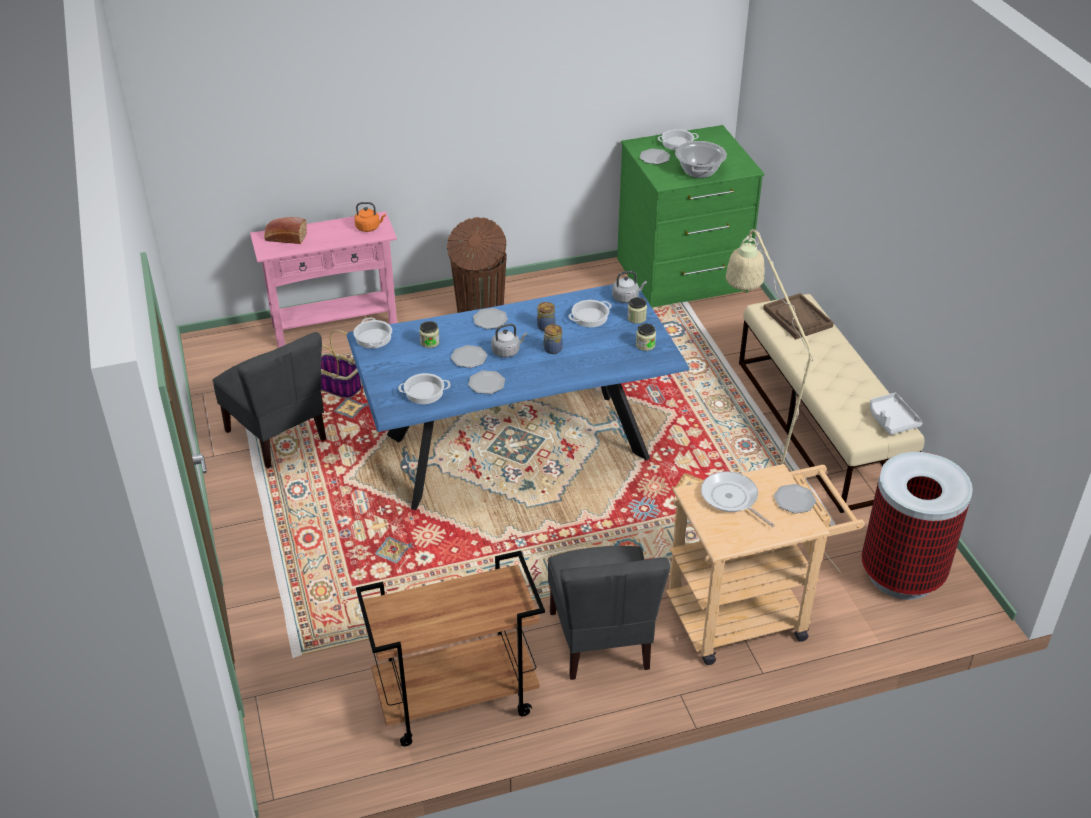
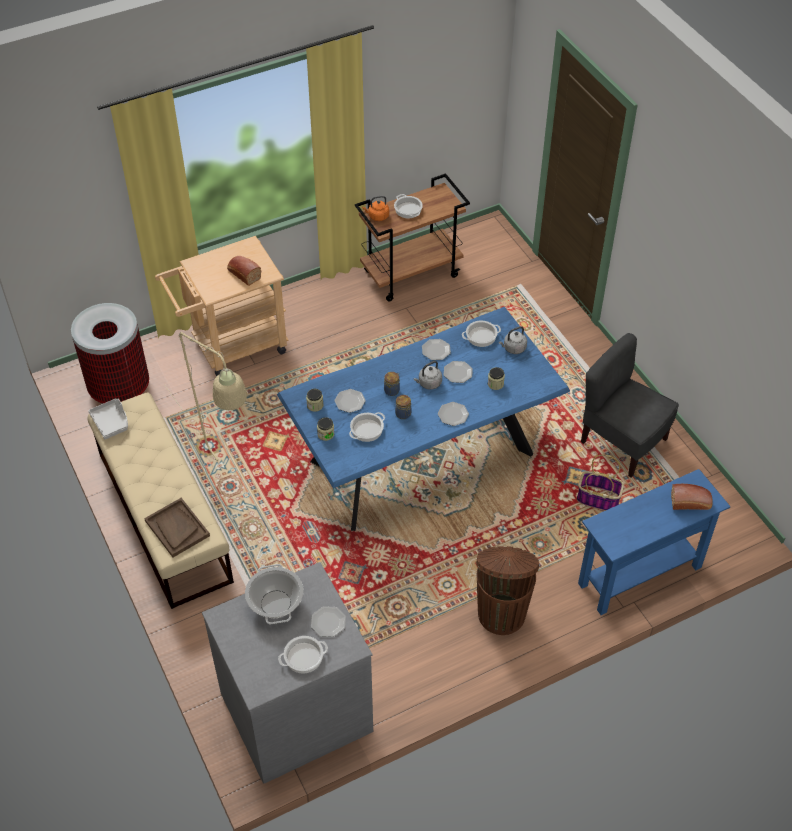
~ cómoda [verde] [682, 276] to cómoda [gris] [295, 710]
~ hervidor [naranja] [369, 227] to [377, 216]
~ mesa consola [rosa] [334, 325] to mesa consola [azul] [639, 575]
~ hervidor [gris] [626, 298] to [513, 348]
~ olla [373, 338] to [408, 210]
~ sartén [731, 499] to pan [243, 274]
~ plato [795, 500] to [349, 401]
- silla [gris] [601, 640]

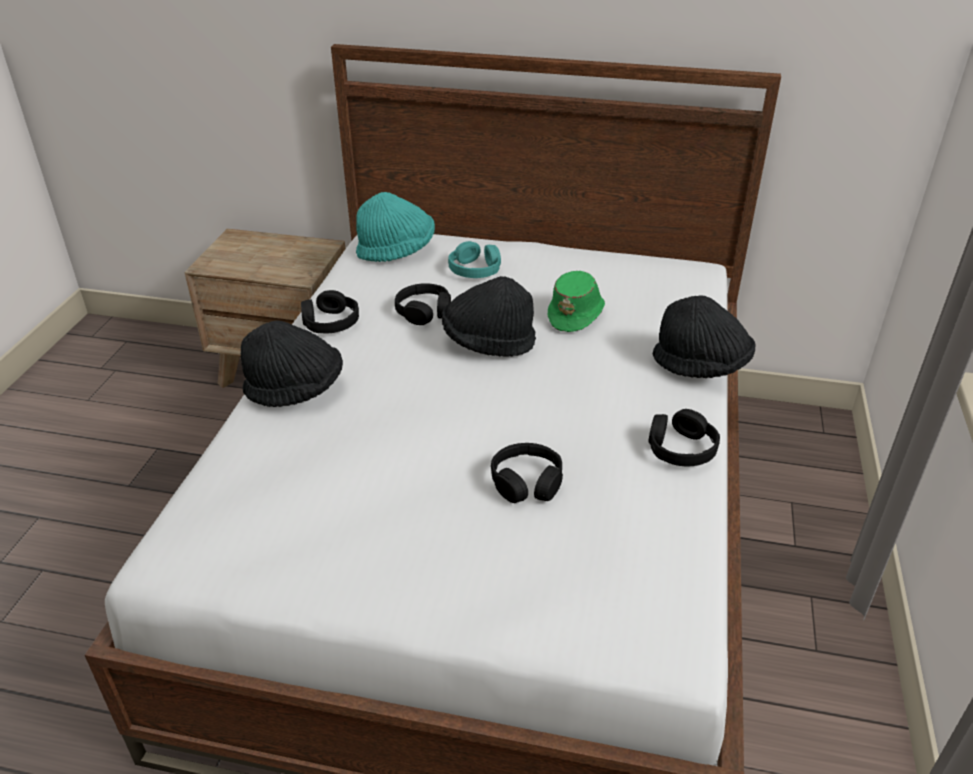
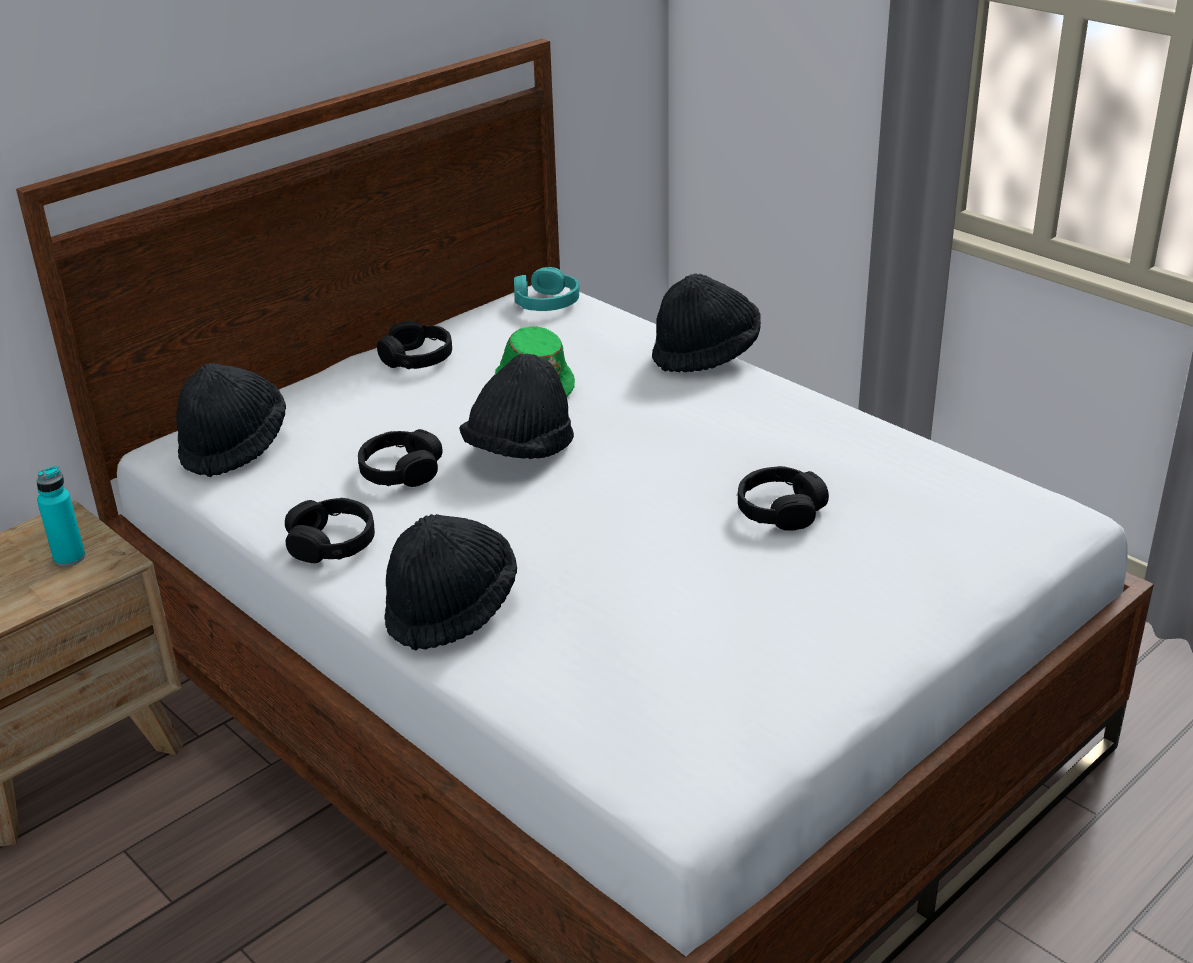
~ sombrero [turquesa] [396, 251] to sombrero [negro] [234, 446]
~ auriculares [turquesa] [475, 269] to [546, 302]
~ auriculares [negro] [680, 448] to [417, 358]
+ botella [turquesa] [69, 558]

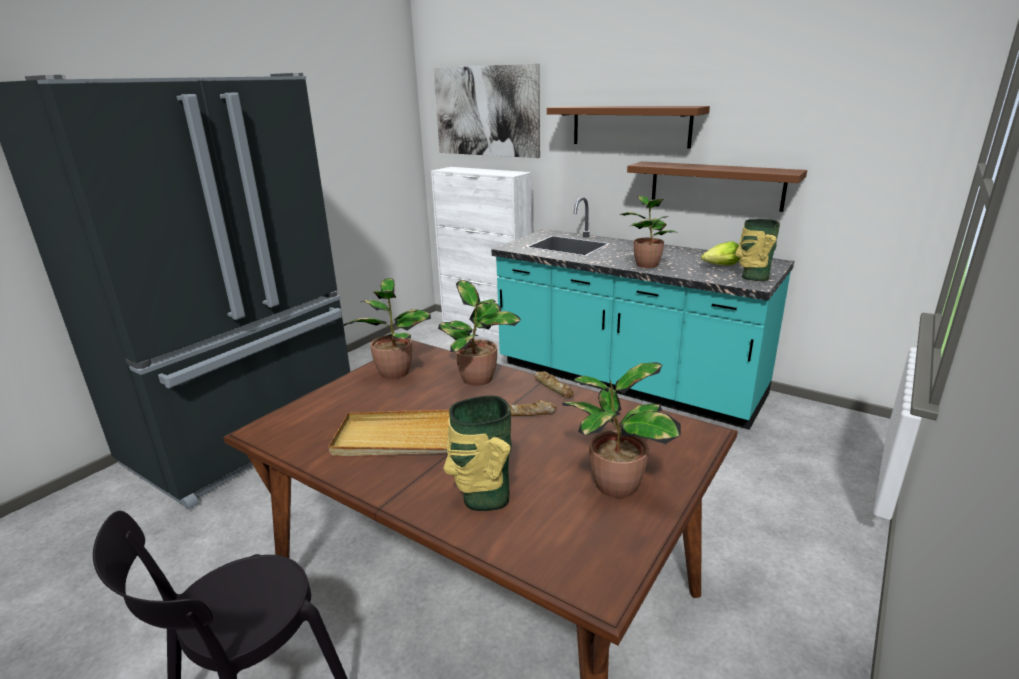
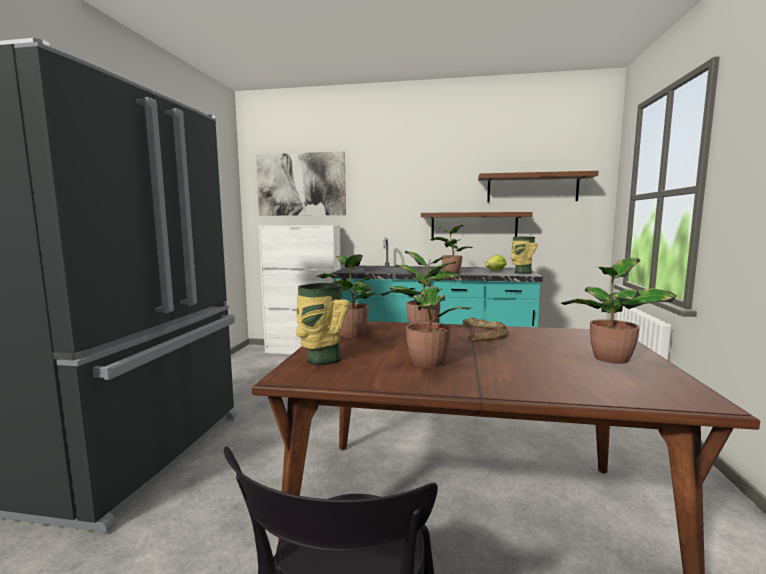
~ estante [marrón] [630, 126] to [532, 188]
~ florero [483, 498] to [321, 360]
~ bandeja [beis] [403, 438] to planta en maceta [425, 361]

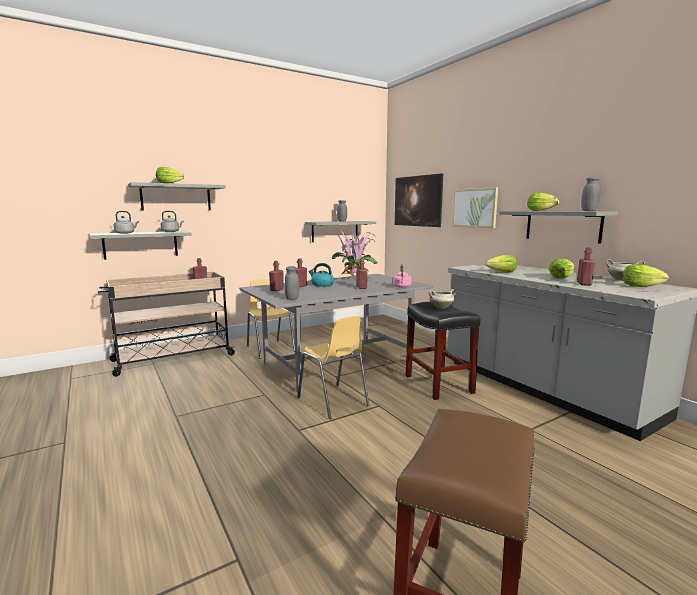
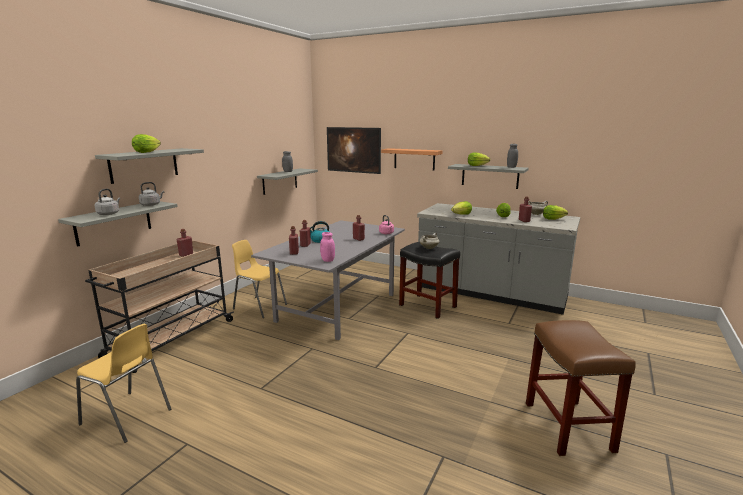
~ cuadro [474, 208] to estante [414, 159]
- planta en maceta [354, 279]
~ tarro [gris] [292, 299] to tarro [rosa] [328, 260]
~ silla [amarillo] [333, 402] to [127, 417]

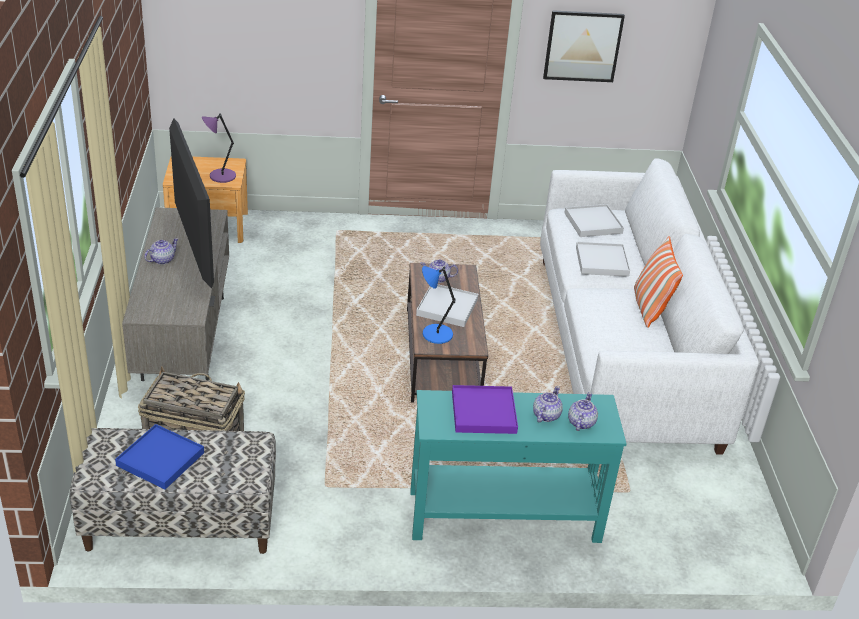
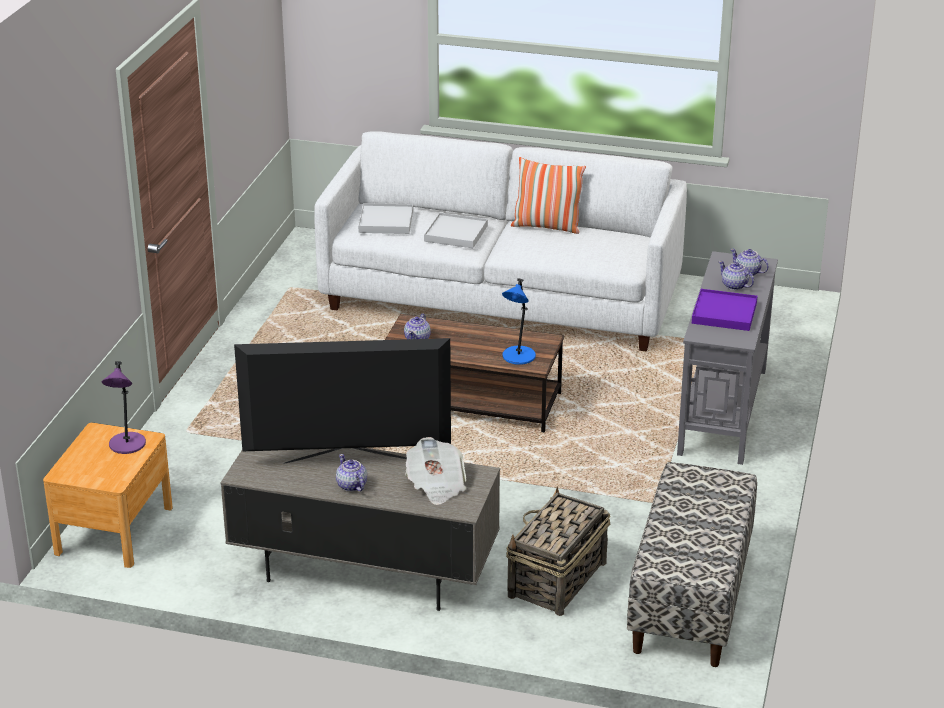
- cuadro [582, 46]
- bandeja [blanco] [447, 307]
~ mesa consola [turquesa] [503, 516] to mesa consola [gris] [722, 411]
- bandeja [azul] [160, 459]
+ periódico [436, 485]

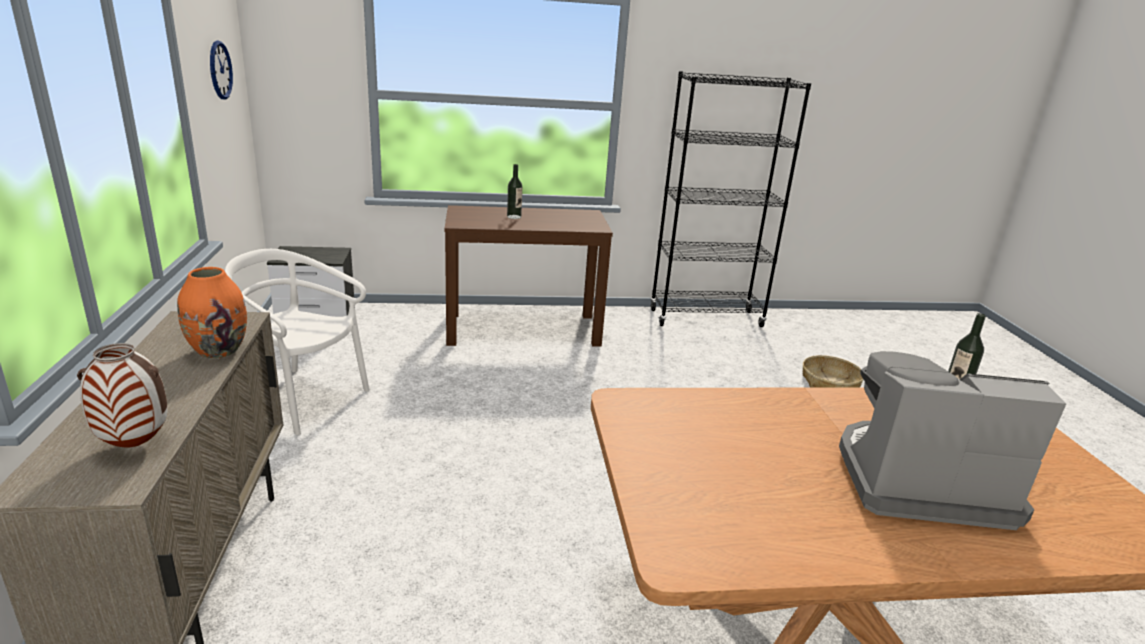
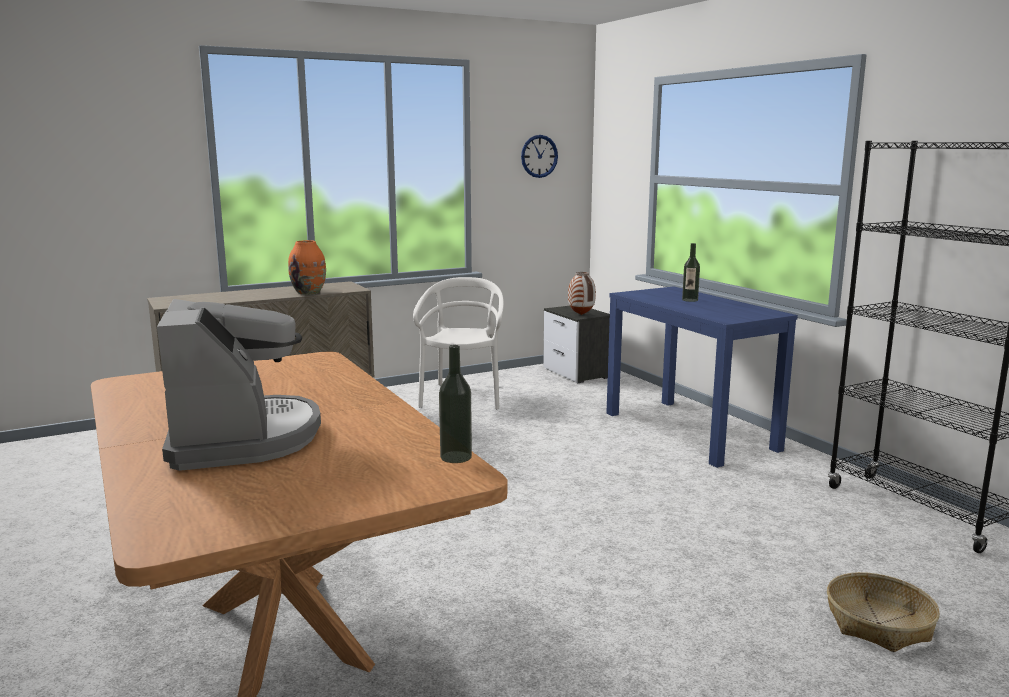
~ mesa consola [marrón] [523, 329] to mesa consola [azul] [690, 431]
~ florero [136, 445] to [581, 315]

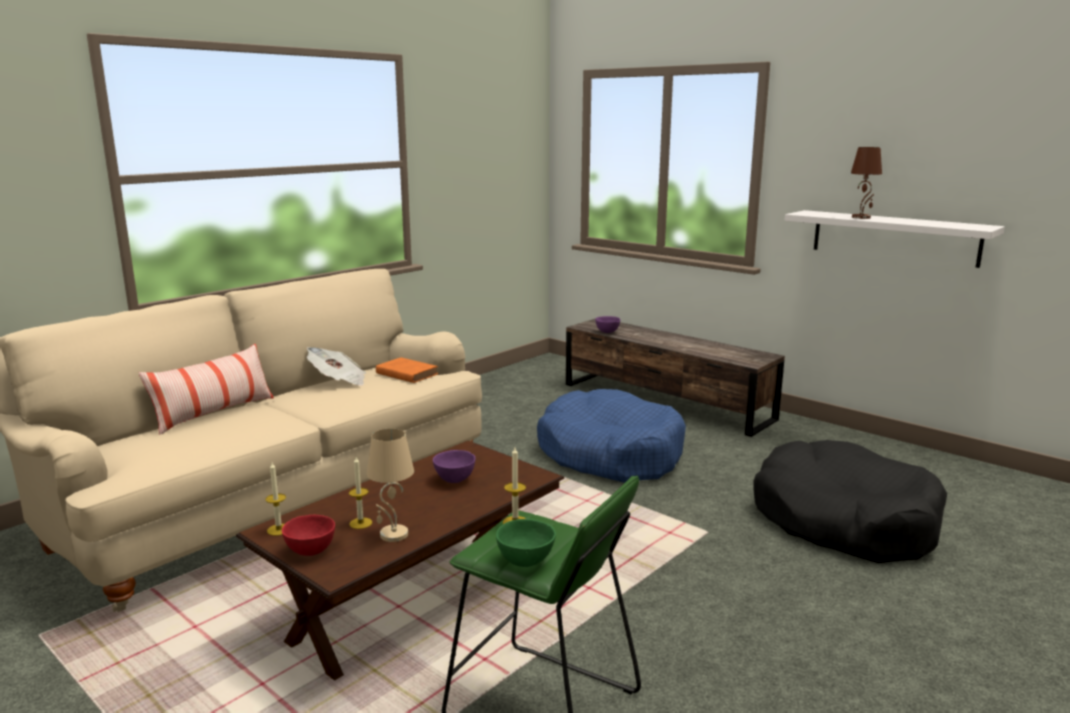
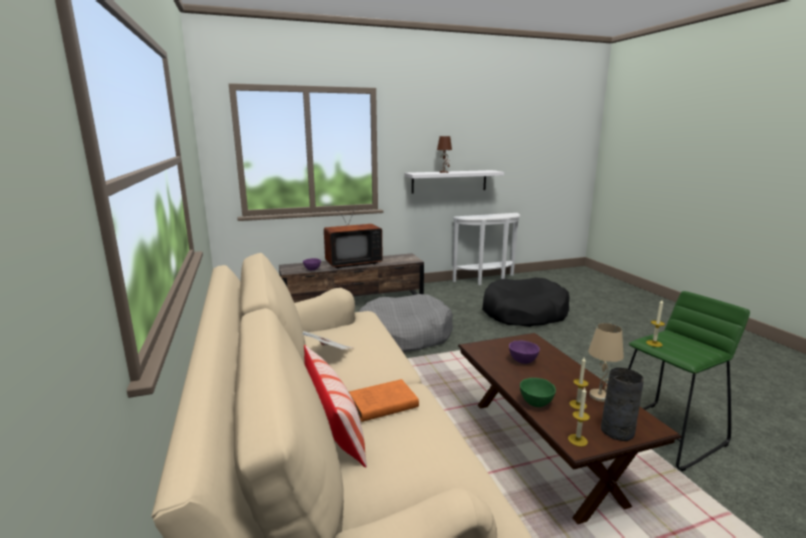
~ libro [naranja] [405, 373] to [381, 404]
~ cama para perro [azul] [610, 454] to cama para perro [gris] [403, 335]
~ cuenco [rojo] [310, 551] to florero [gris] [617, 431]
~ cuenco [verde] [526, 561] to [536, 403]
+ televisor [352, 263]
+ mesa consola [blanco] [487, 280]

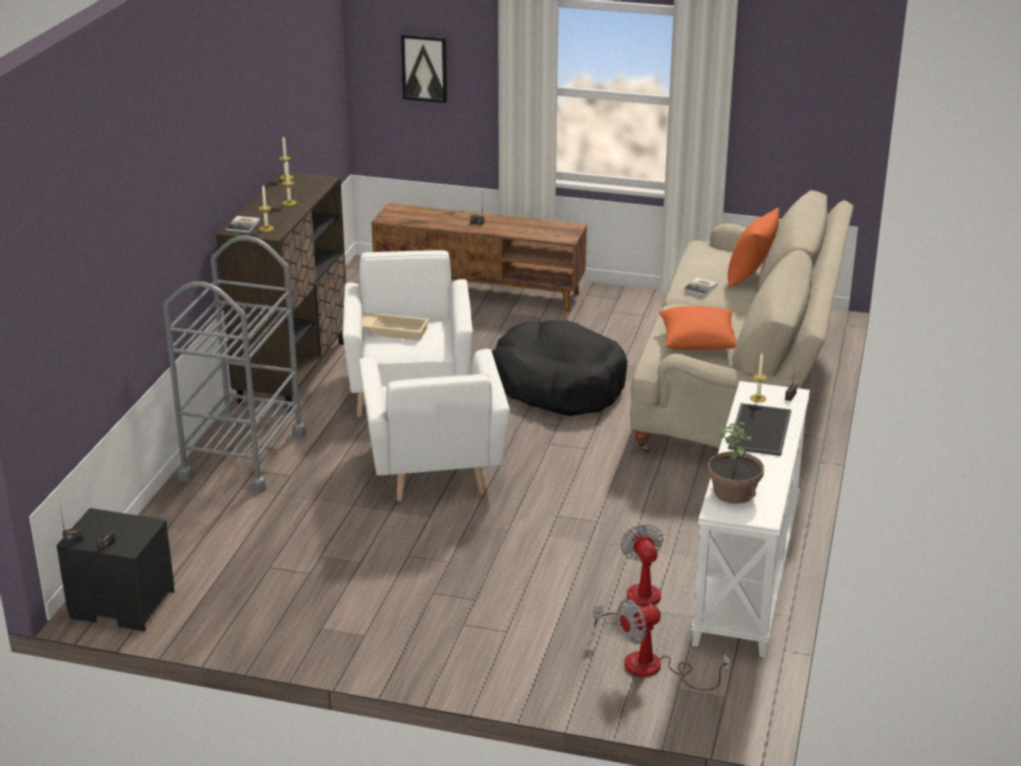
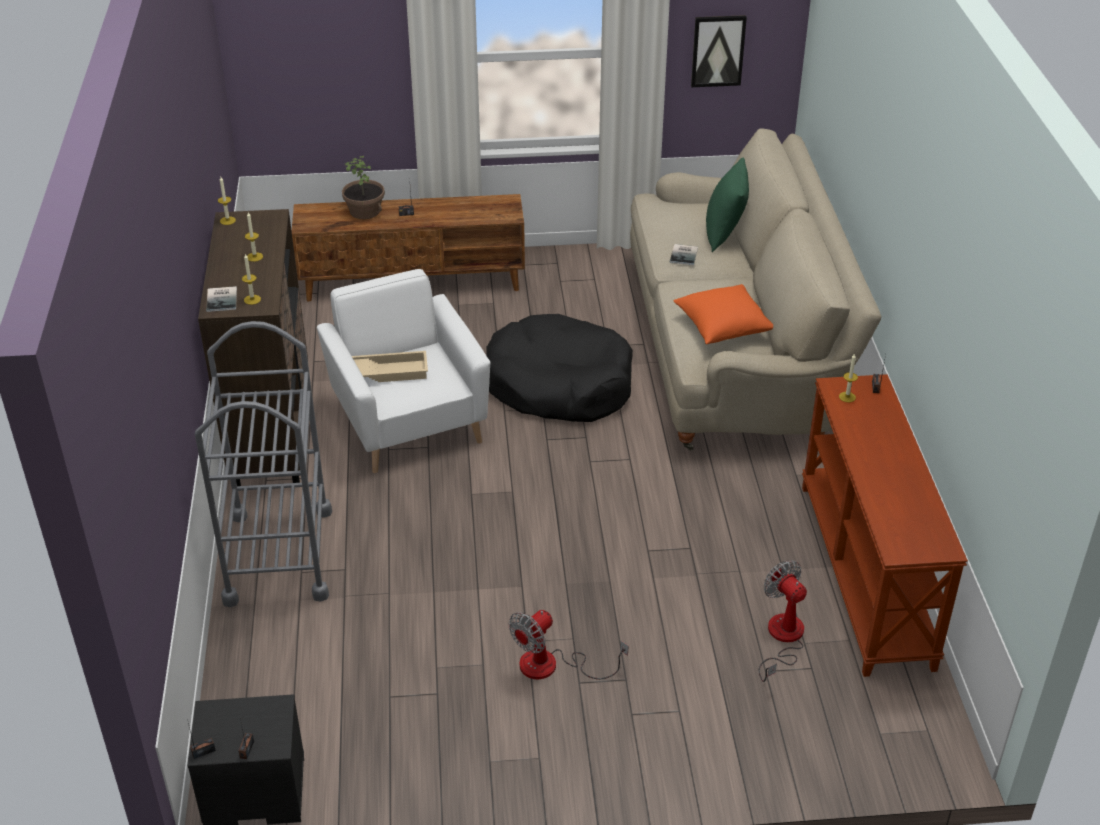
~ cuadro [424, 68] to [718, 50]
~ cojín [naranja] [750, 278] to cojín [verde] [724, 234]
- sillón [blanco] [434, 469]
~ mesa consola [blanco] [748, 573] to mesa consola [marrón] [867, 574]
- bandeja [758, 429]
~ planta en maceta [734, 492] to [365, 211]
~ ventilador [656, 669] to [552, 666]

